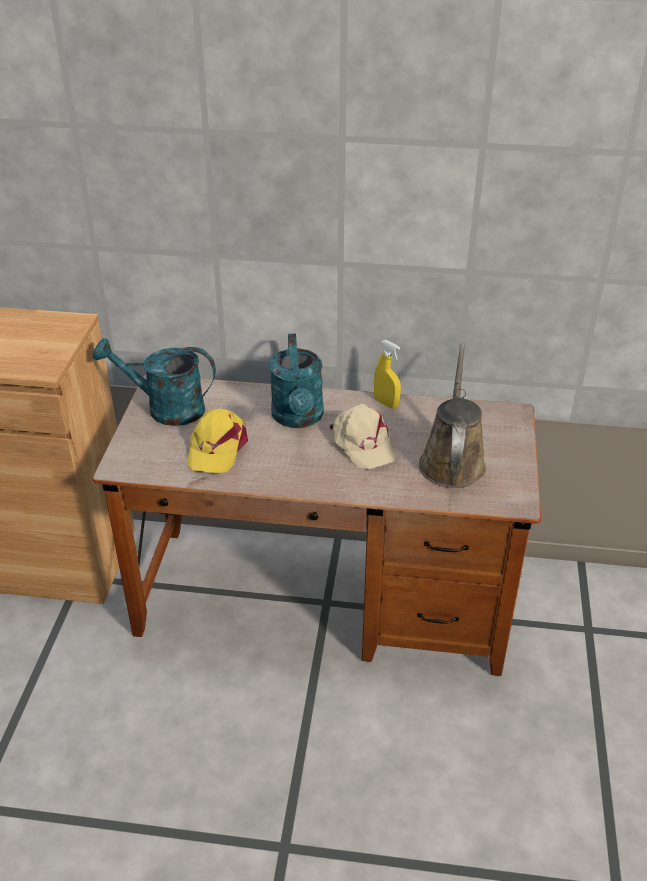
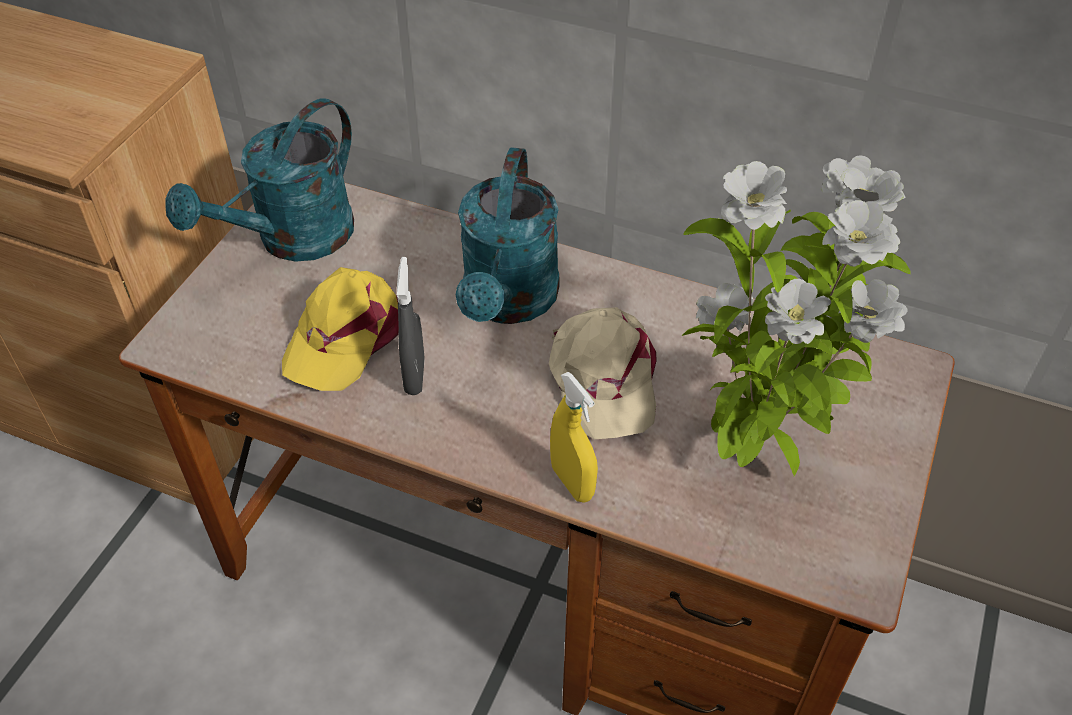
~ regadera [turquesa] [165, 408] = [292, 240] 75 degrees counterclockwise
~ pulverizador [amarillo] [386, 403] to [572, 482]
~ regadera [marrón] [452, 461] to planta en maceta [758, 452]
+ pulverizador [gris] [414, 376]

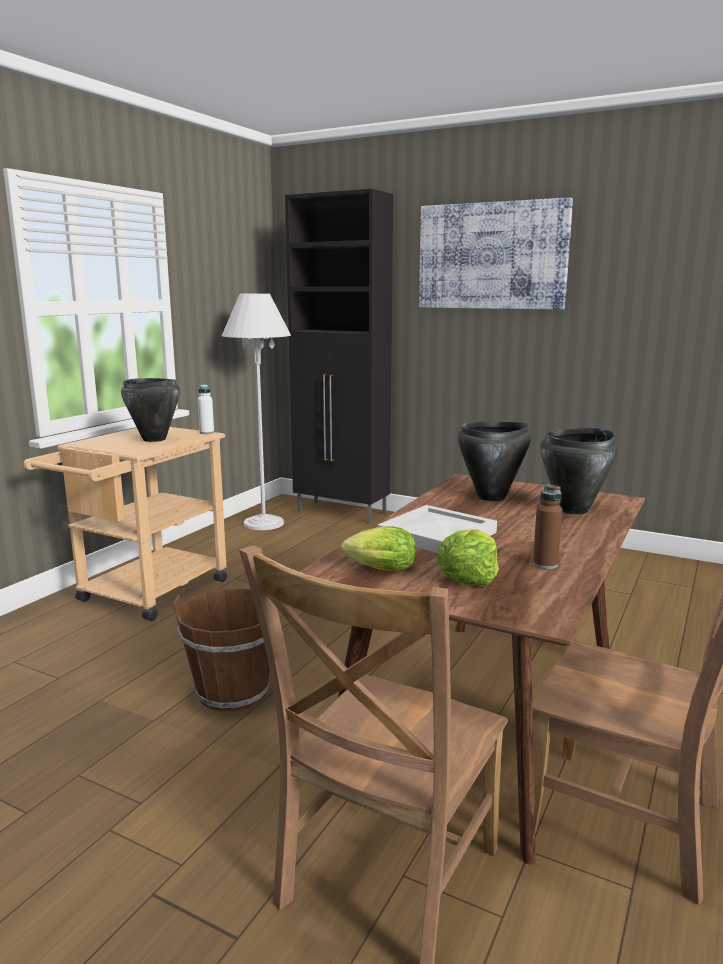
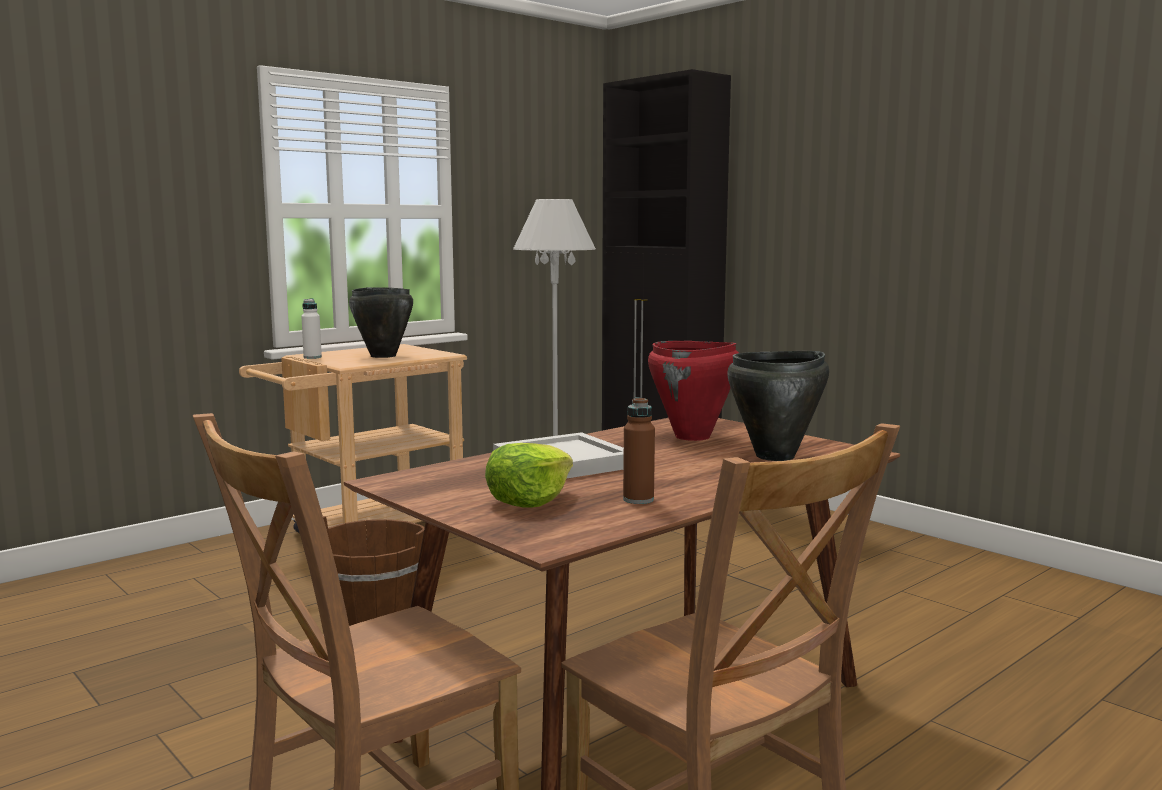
- cuadro [492, 256]
~ botella [blanco] [206, 432] to [312, 357]
~ olla [negro] [492, 497] to olla [rojo] [693, 437]
- lechuga [377, 570]

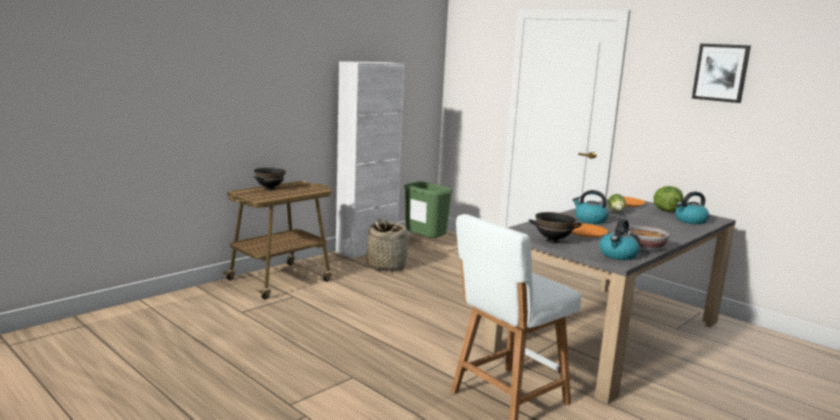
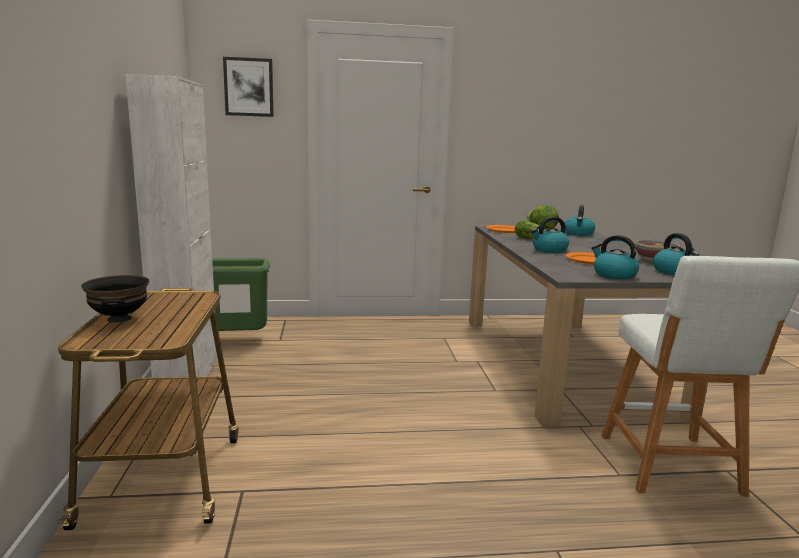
~ cuadro [721, 72] to [249, 87]
~ cuenco [negro] [553, 241] to hervidor [613, 275]
- cesta [386, 266]

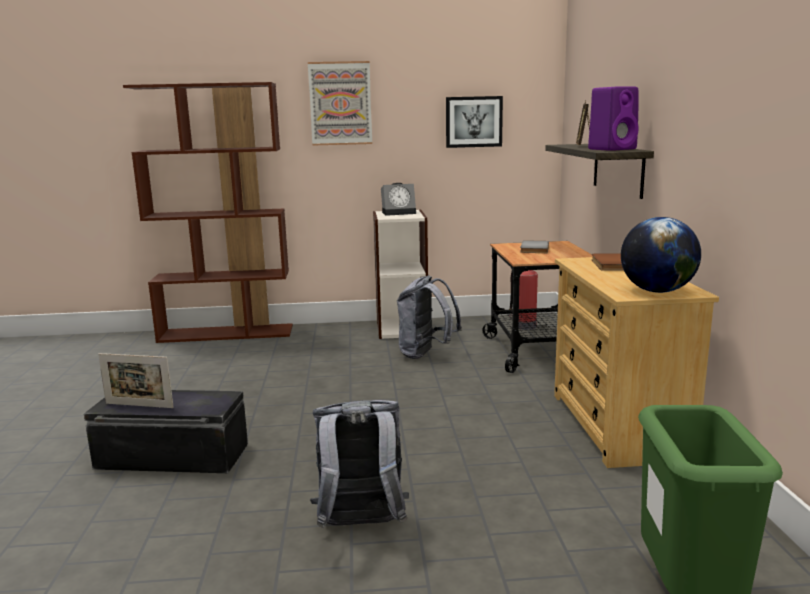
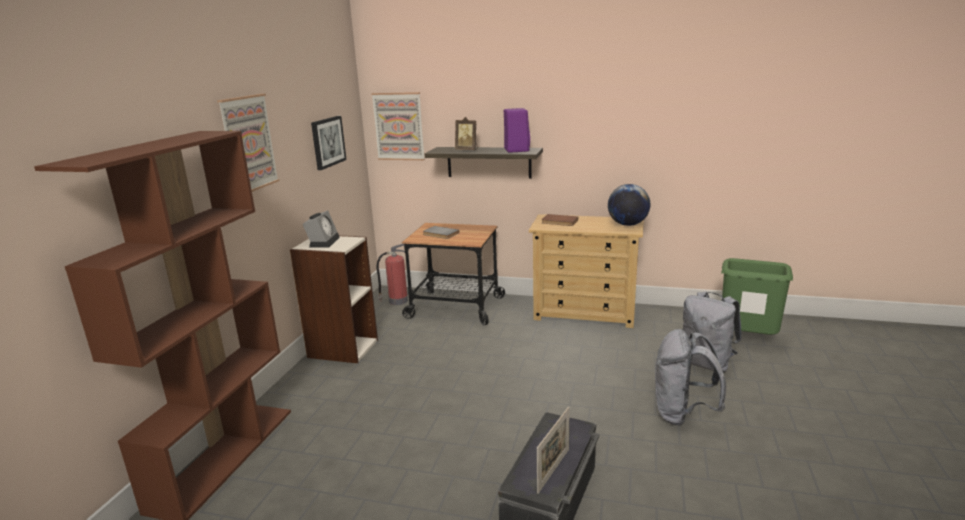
~ mochila [gris] [426, 354] to [706, 364]
+ cuadro [399, 126]

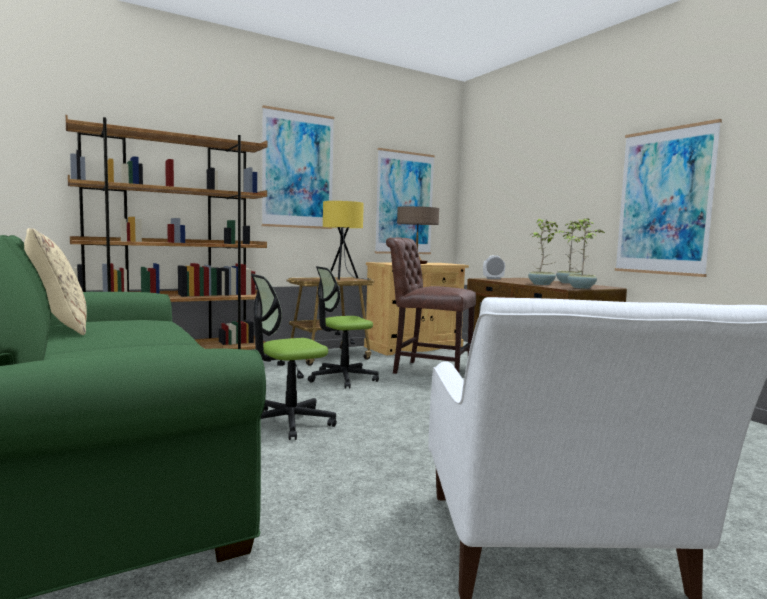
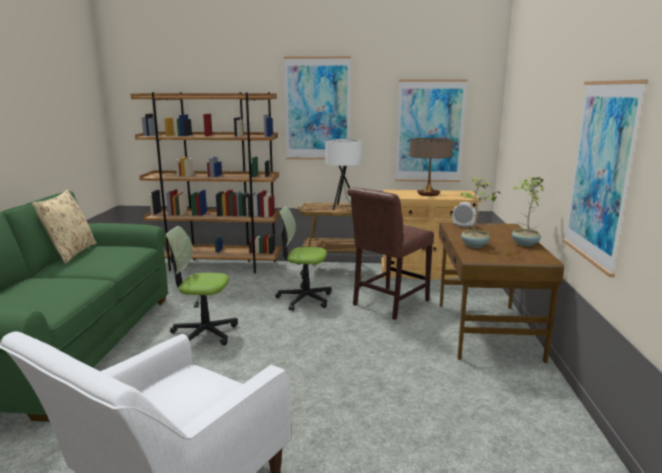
~ lámpara de mesa [amarillo] [343, 279] to lámpara de mesa [blanco] [344, 208]
- planta en maceta [581, 287]
~ silla [marrón] [428, 370] = [387, 304] 105 degrees counterclockwise

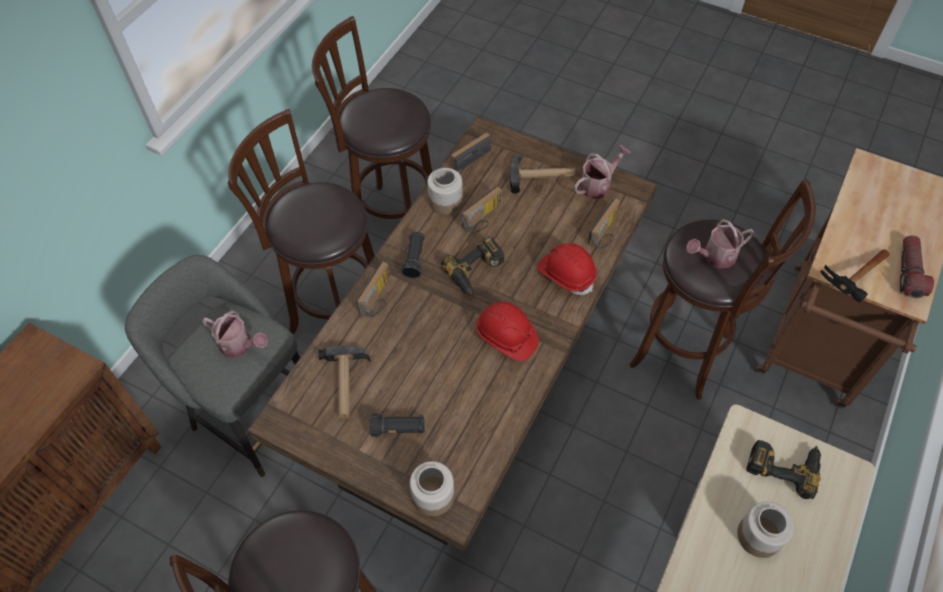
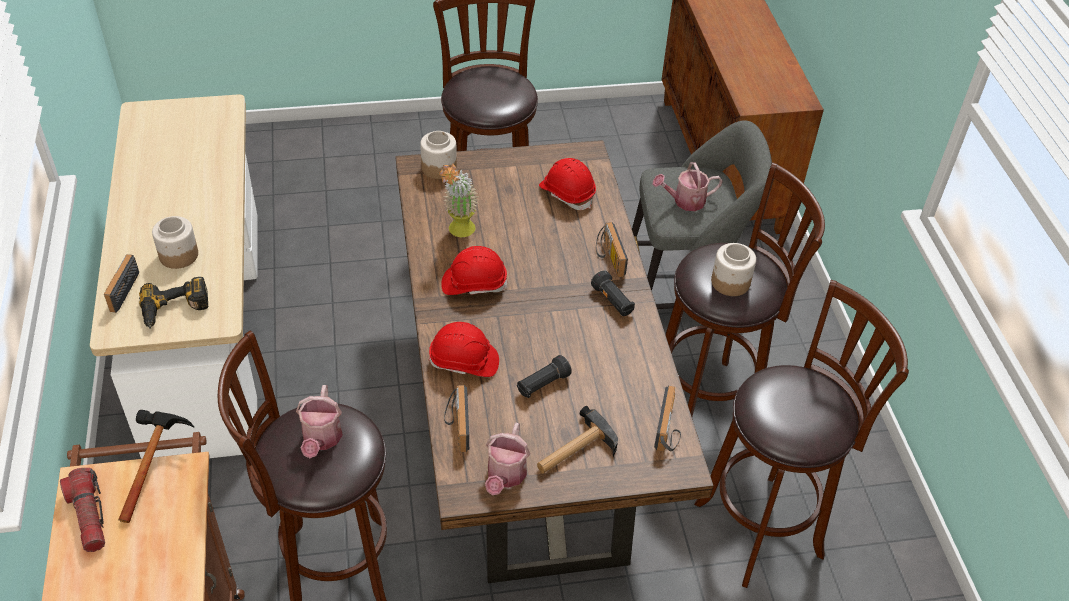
~ tarro [446, 201] to [730, 282]
~ radio [484, 219] to [120, 289]
~ regadera [715, 257] = [321, 439] 150 degrees clockwise
- taladro [477, 272]
~ martillo [345, 384] to casco [rojo] [567, 193]
~ linterna [negro] [398, 429] to [542, 384]
+ planta en maceta [459, 233]

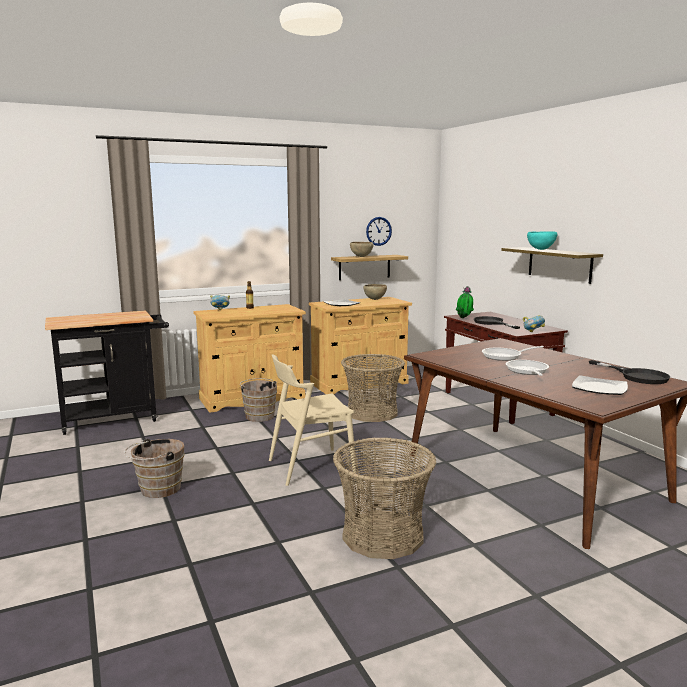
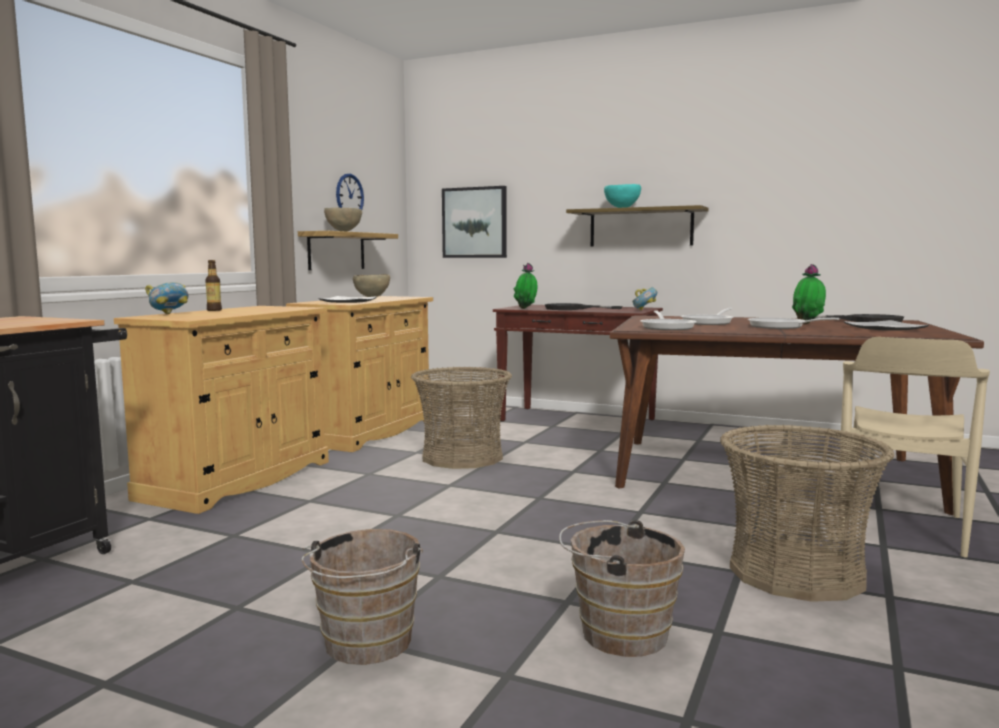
~ silla [beis] [310, 466] to [900, 527]
~ cubo [marrón] [259, 415] to [617, 633]
+ cuadro [475, 222]
+ planta en maceta [808, 324]
+ sartén [667, 327]

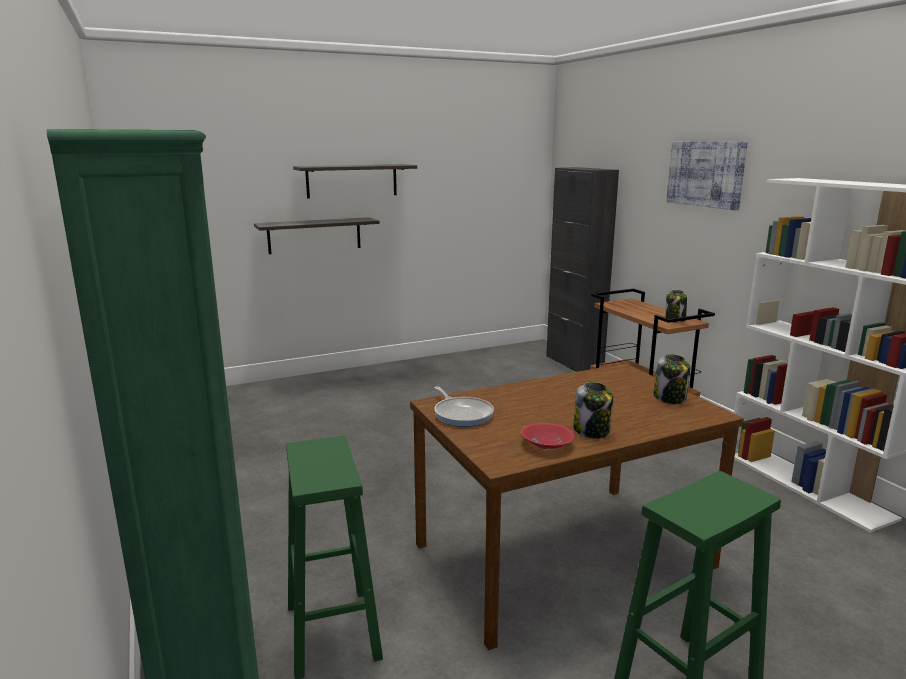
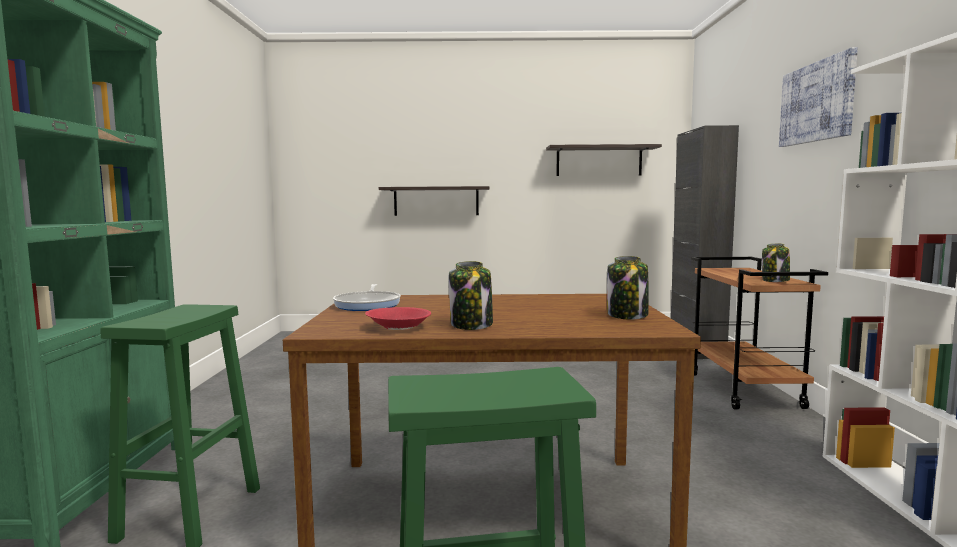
~ estante [352, 181] to [599, 161]

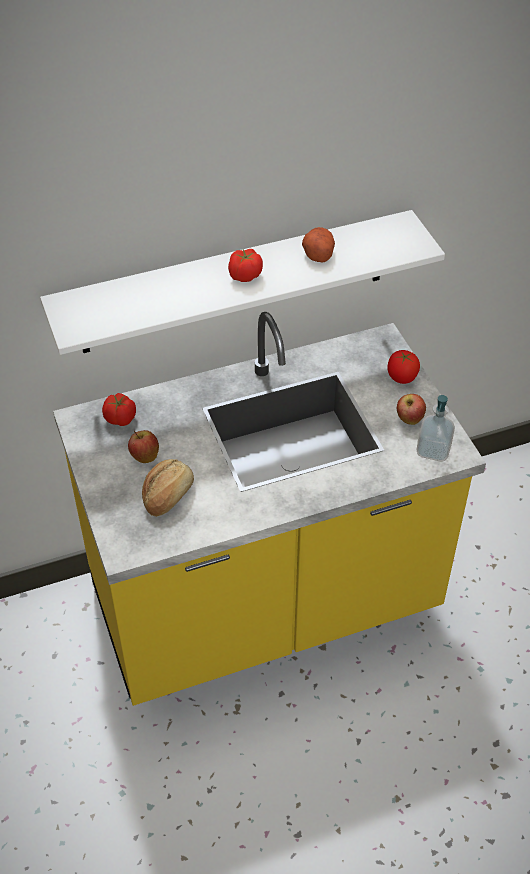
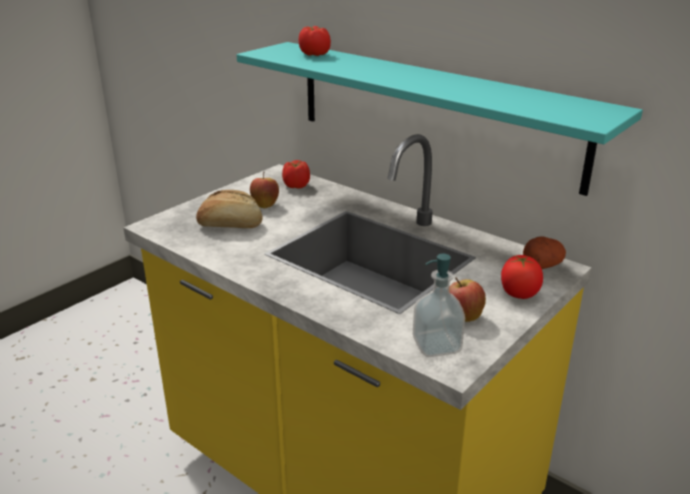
~ estante [blanco] [234, 283] to estante [turquesa] [433, 112]
~ patata [318, 253] to [541, 265]
~ tomate [245, 276] to [314, 54]

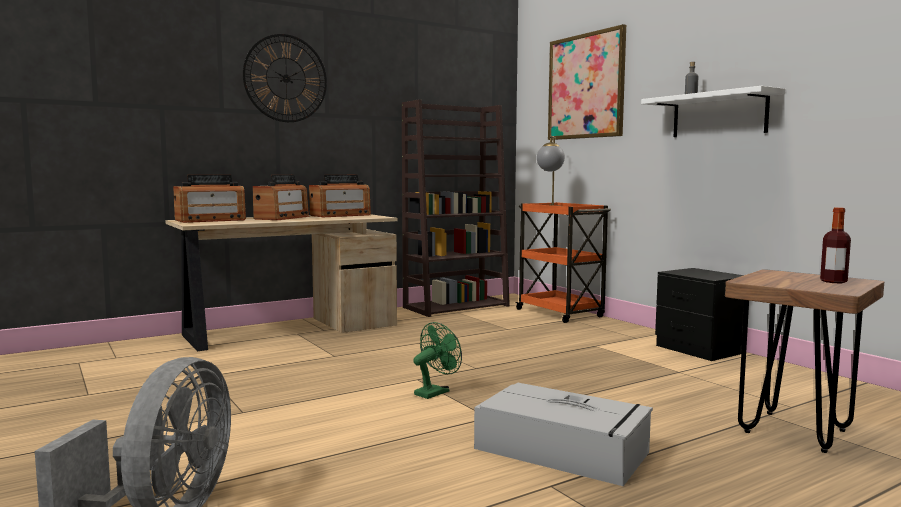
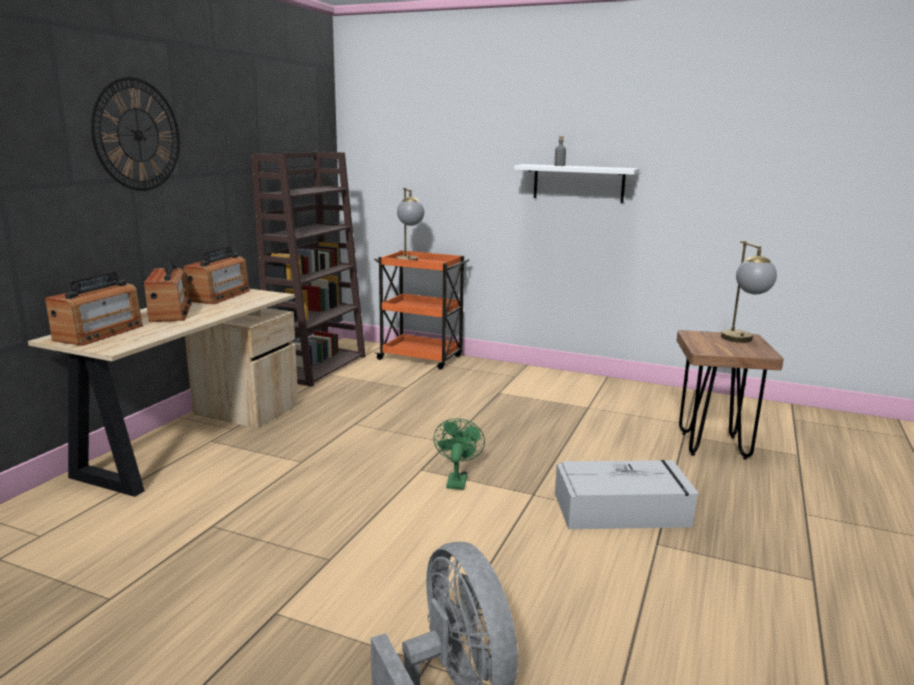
- cuadro [586, 86]
~ botella [833, 281] to lámpara de mesa [742, 341]
- mesita de noche [negro] [699, 349]

